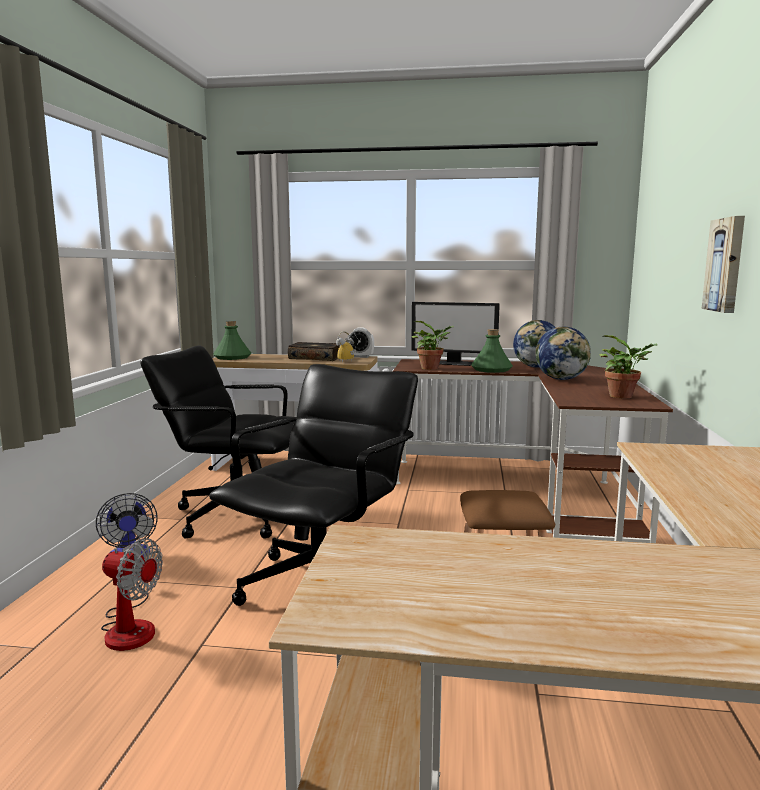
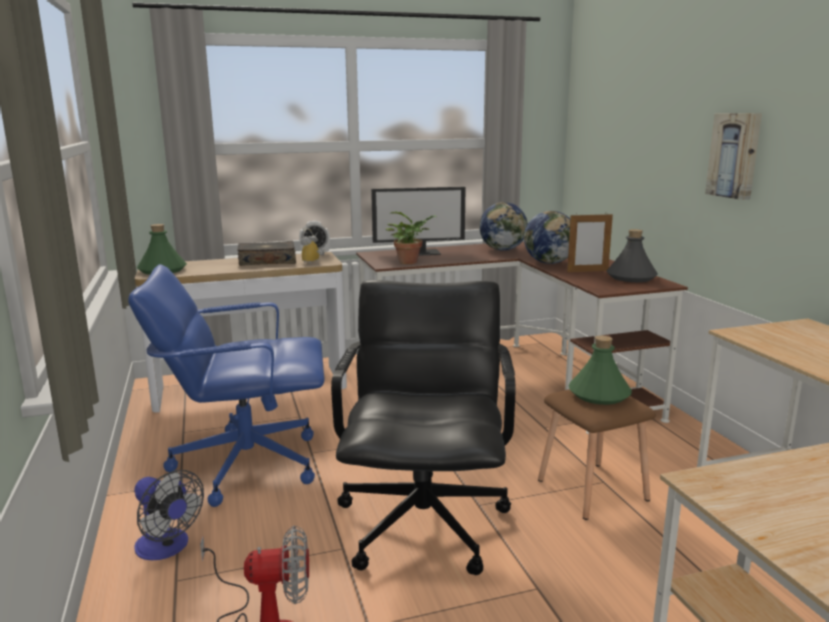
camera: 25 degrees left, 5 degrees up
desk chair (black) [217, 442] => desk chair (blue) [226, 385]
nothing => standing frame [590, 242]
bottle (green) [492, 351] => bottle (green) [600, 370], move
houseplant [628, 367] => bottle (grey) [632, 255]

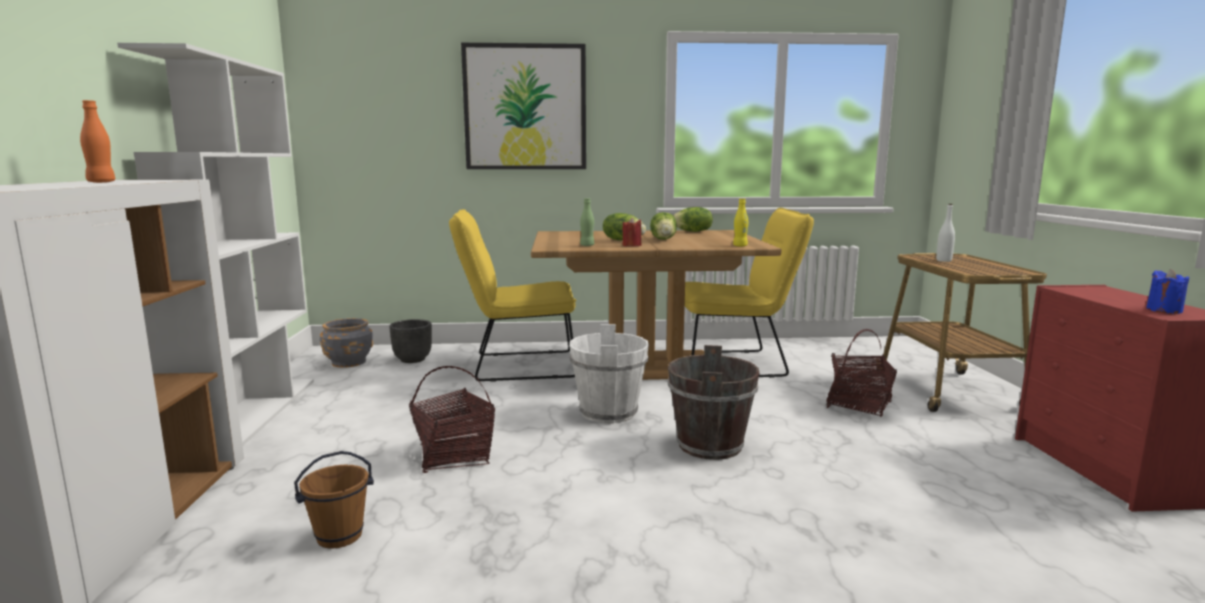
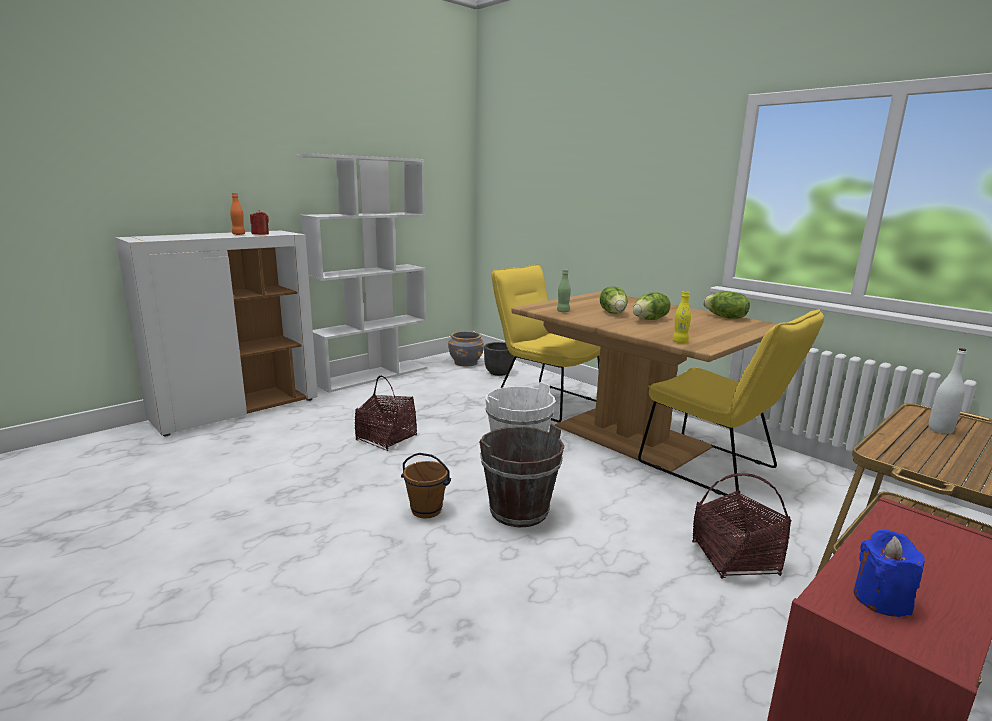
camera: 50 degrees right, 5 degrees up
candle (red-coloured) [631, 231] => candle (red-coloured) [259, 222], move
pail (brownish) [334, 500] => pail (brownish) [426, 485], move
wall art [523, 106] => nothing

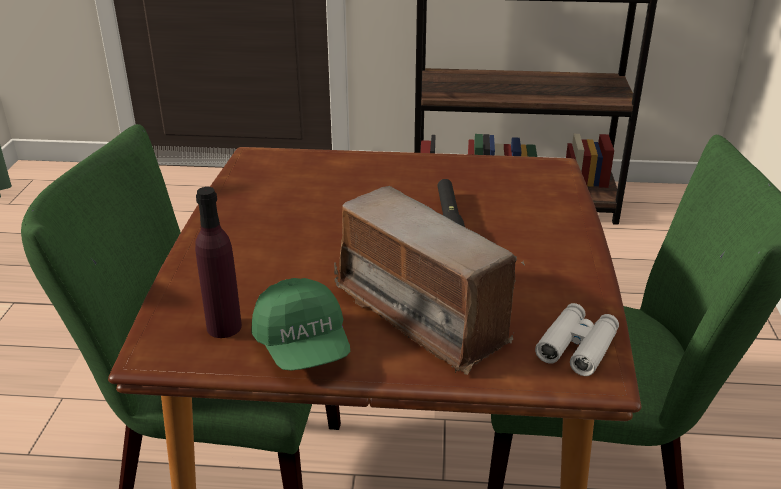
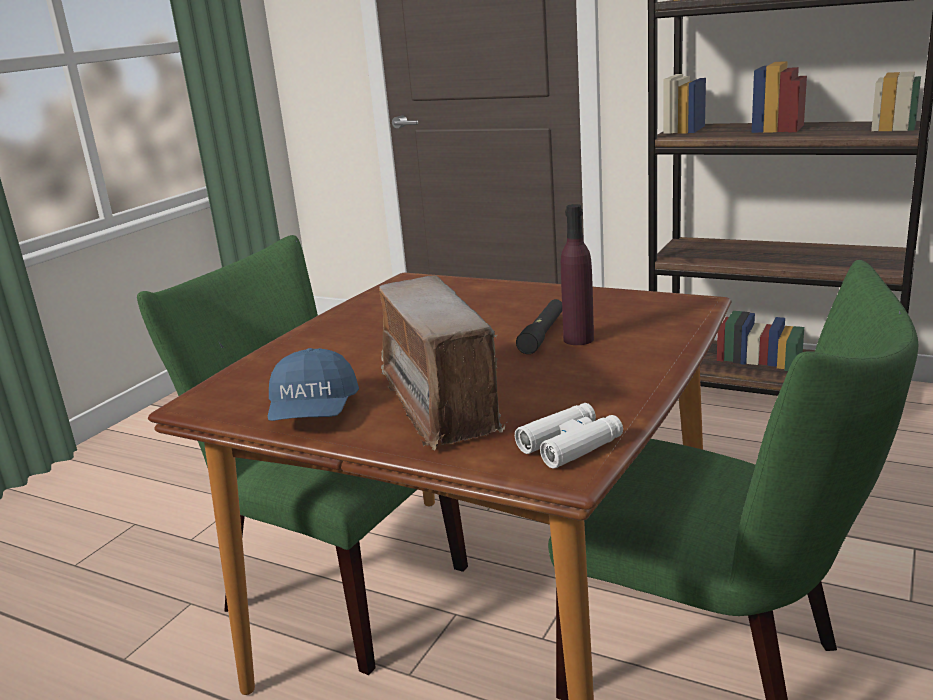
camera: 25 degrees right, 10 degrees down
baseball cap (green) [300, 324] => baseball cap (blue) [313, 384]
bottle (purple) [218, 262] => bottle (purple) [577, 274], move

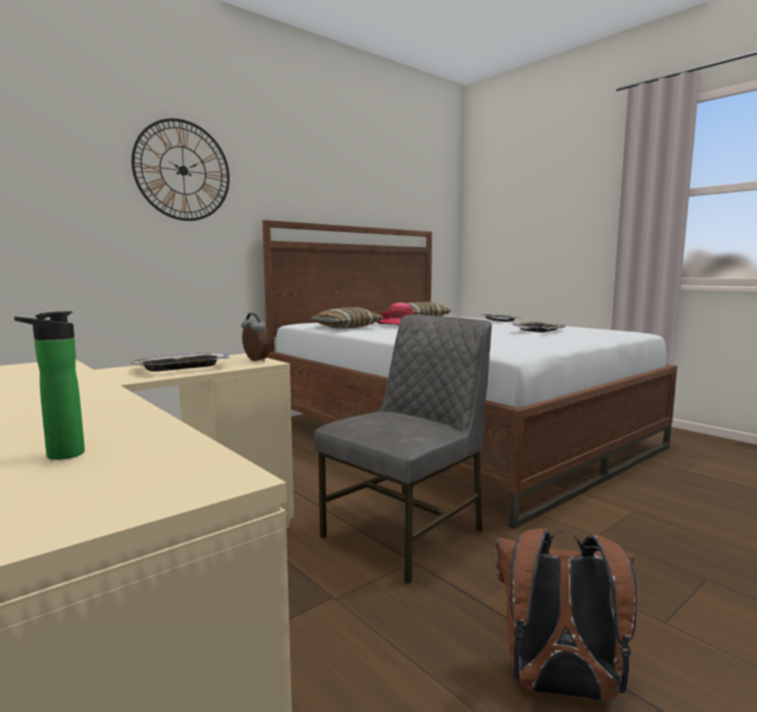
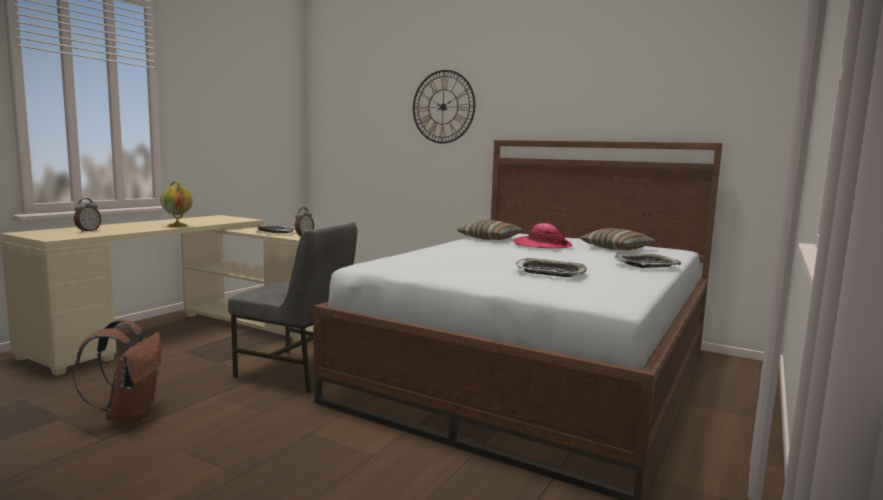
camera: 70 degrees right, 0 degrees up
bottle [49, 385] => alarm clock [87, 215]
nothing => globe [176, 204]

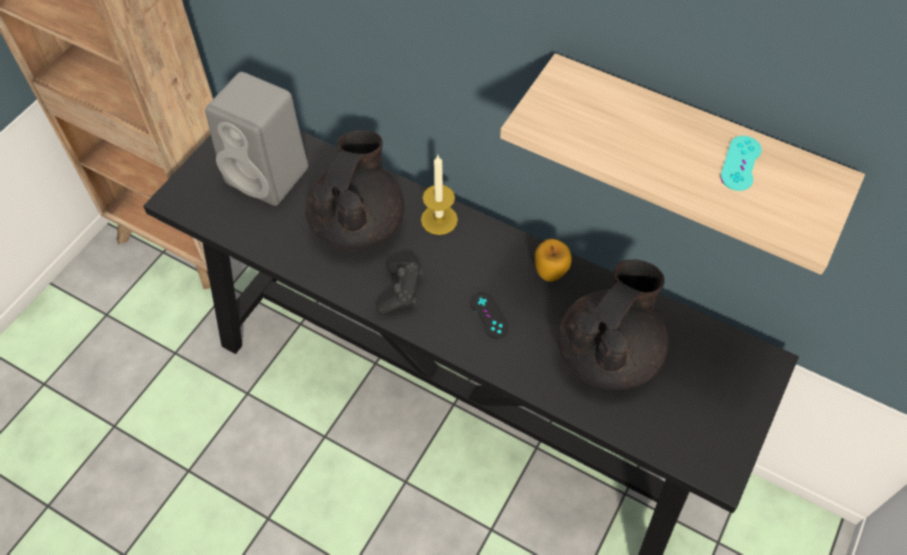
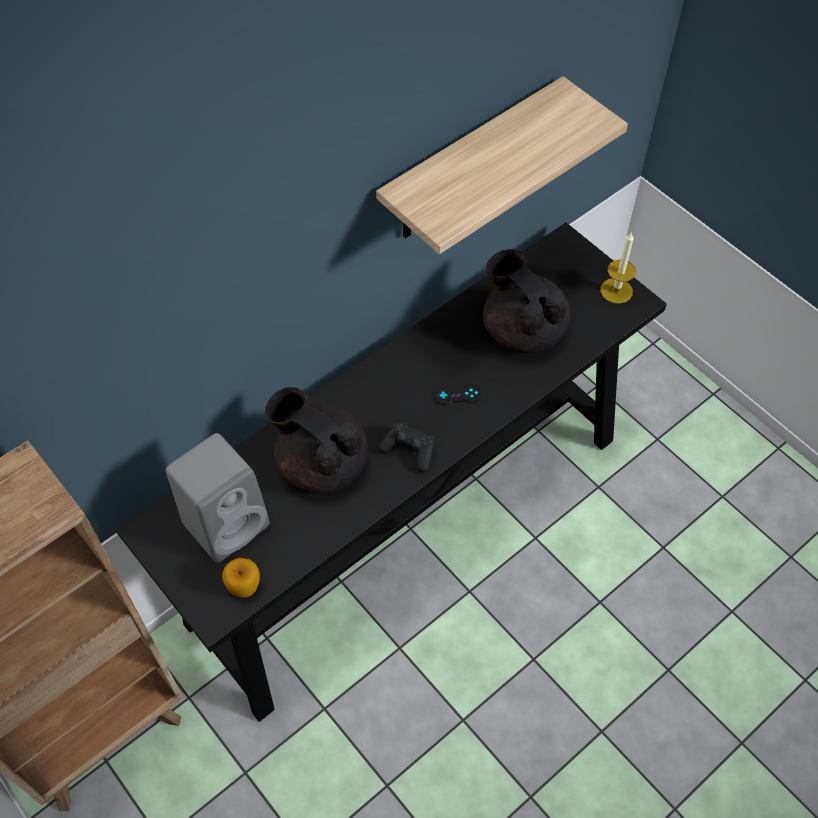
camera: 70 degrees left, 0 degrees up
whole apple [553, 260] => whole apple [241, 578], move
candle [439, 195] => candle [618, 268], move
joypad (turquoise-coloured) [741, 163] => nothing

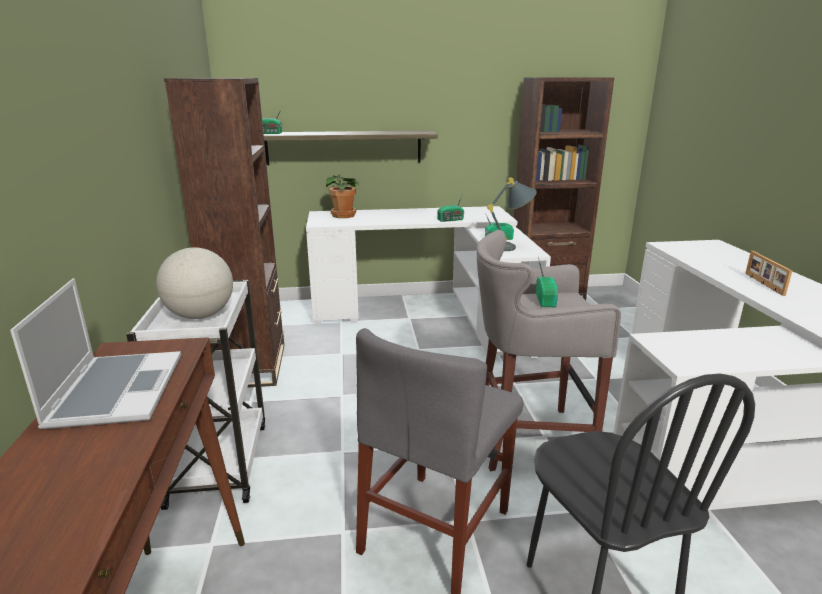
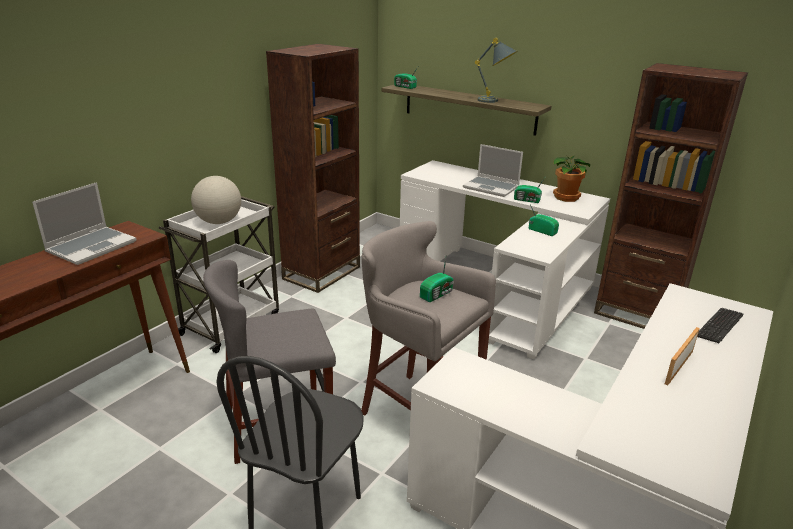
camera: 40 degrees right, 5 degrees up
nothing => notebook computer [493, 170]
table lamp (grey) [512, 214] => table lamp (grey) [496, 70], move
houseplant [342, 196] => houseplant [571, 179], move
nothing => PC keyboard [720, 325]

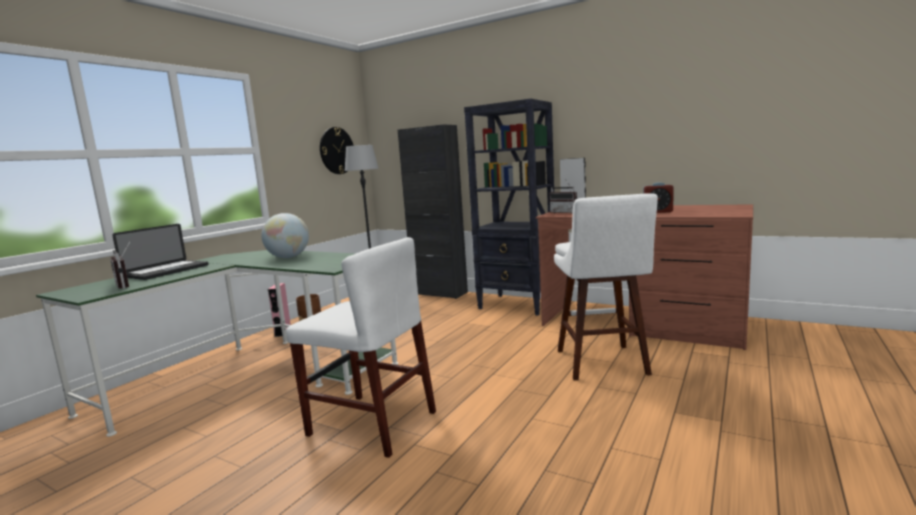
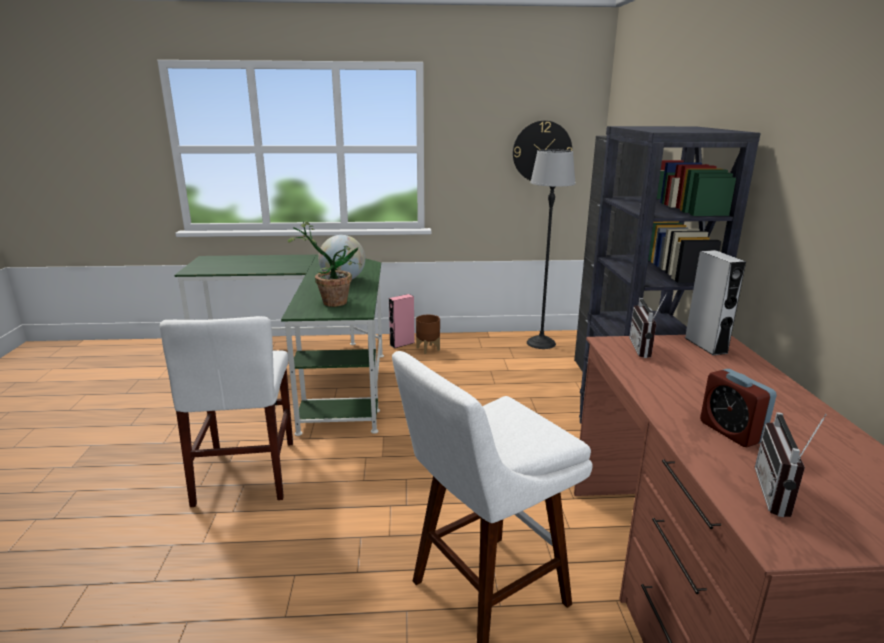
camera: 55 degrees right, 10 degrees up
nothing => houseplant [323, 264]
radio set [120, 264] => radio set [791, 464], move
notebook computer [160, 252] => nothing

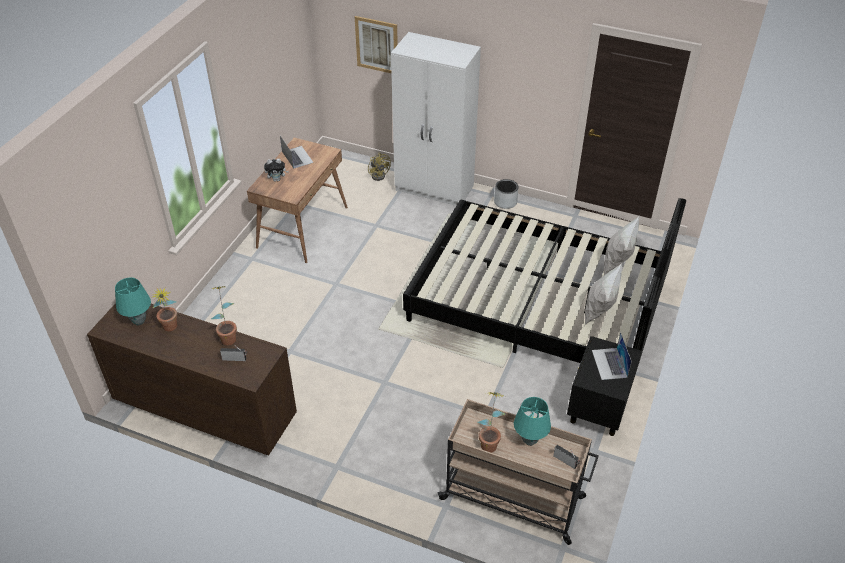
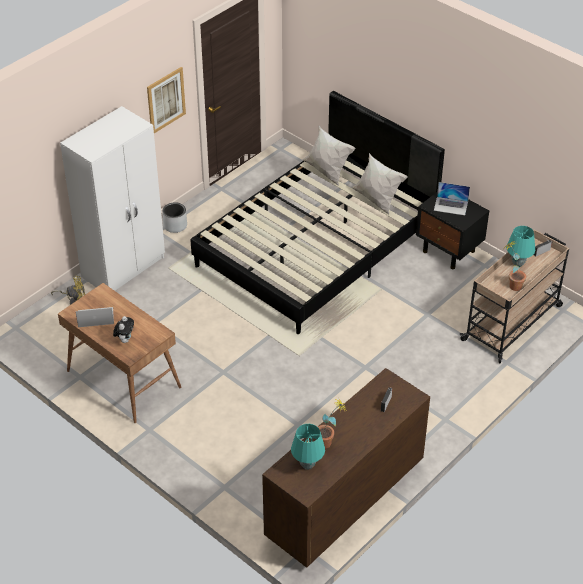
camera: 70 degrees left, 0 degrees up
wall art [376, 45] => wall art [166, 100], move
houseplant [224, 315] => nothing

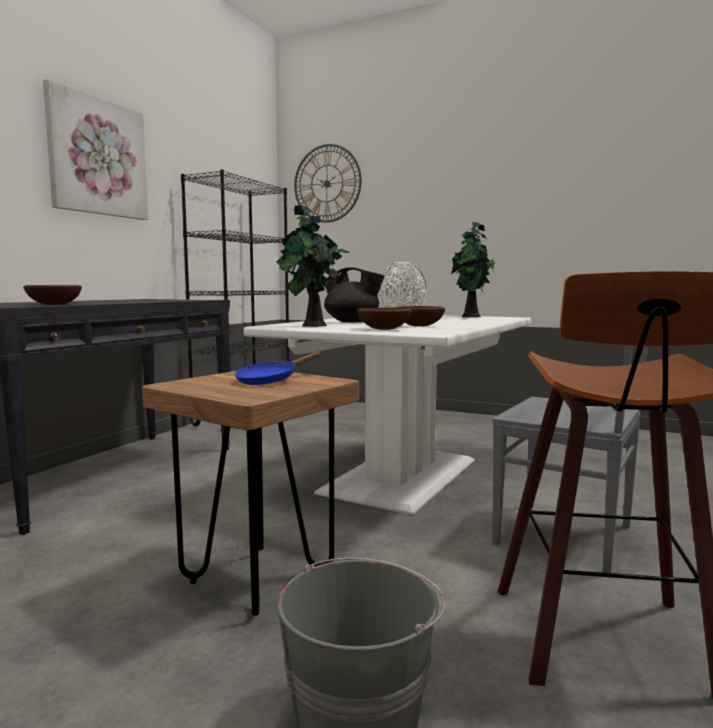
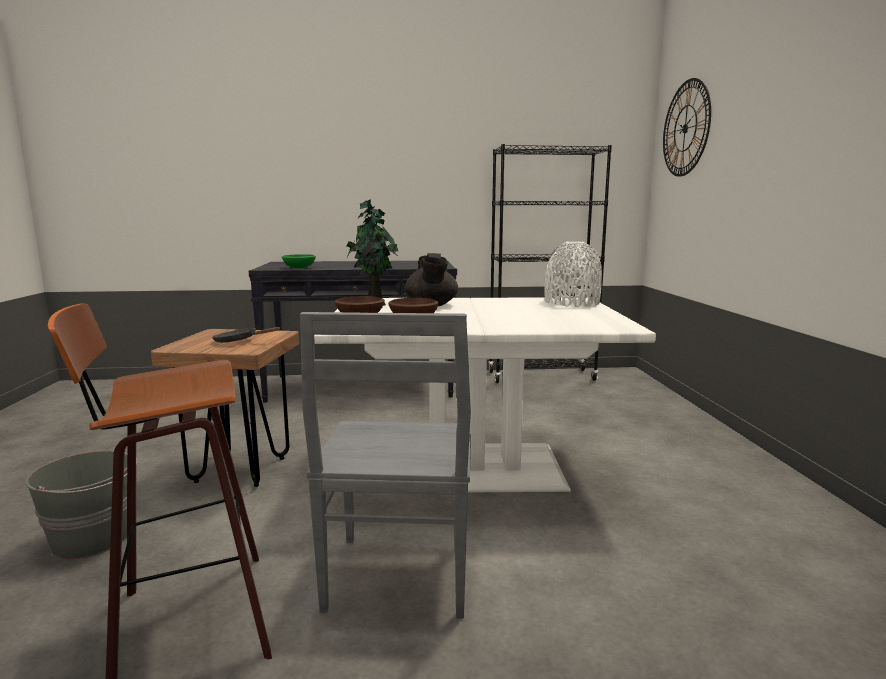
camera: 60 degrees right, 5 degrees up
pan (blue) [278, 368] => pan (black) [246, 335]
bowl (brownish) [52, 295] => bowl (green) [299, 261]
wall art [95, 149] => nothing
houseplant [473, 269] => nothing

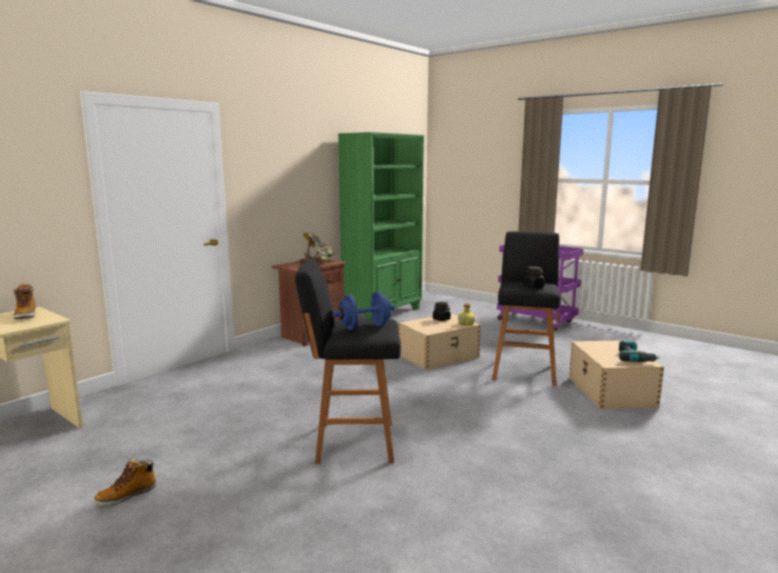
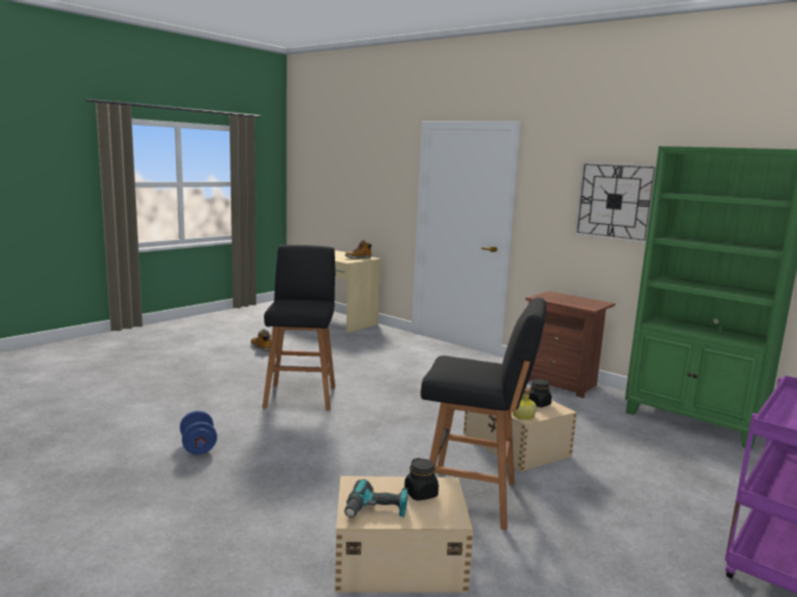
camera: 90 degrees right, 0 degrees up
dumbbell (blue) [364, 311] => dumbbell (blue) [198, 433], move
storage jar (black) [534, 277] => storage jar (black) [421, 479], move
nothing => wall clock [615, 202]
houseplant [316, 248] => nothing

